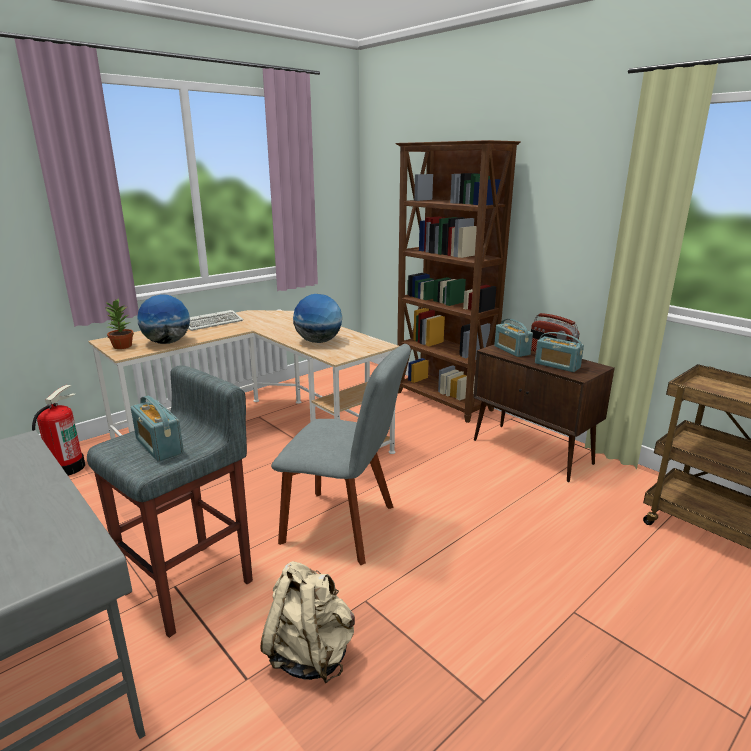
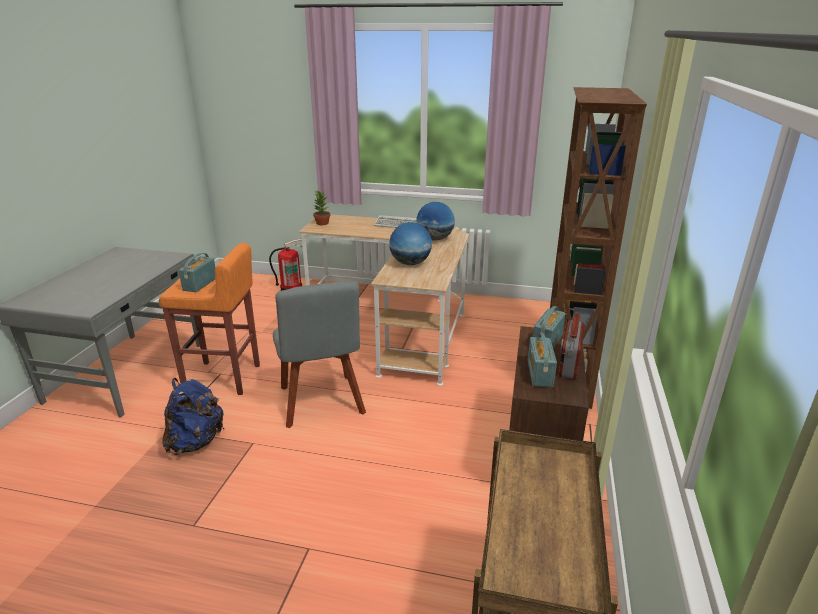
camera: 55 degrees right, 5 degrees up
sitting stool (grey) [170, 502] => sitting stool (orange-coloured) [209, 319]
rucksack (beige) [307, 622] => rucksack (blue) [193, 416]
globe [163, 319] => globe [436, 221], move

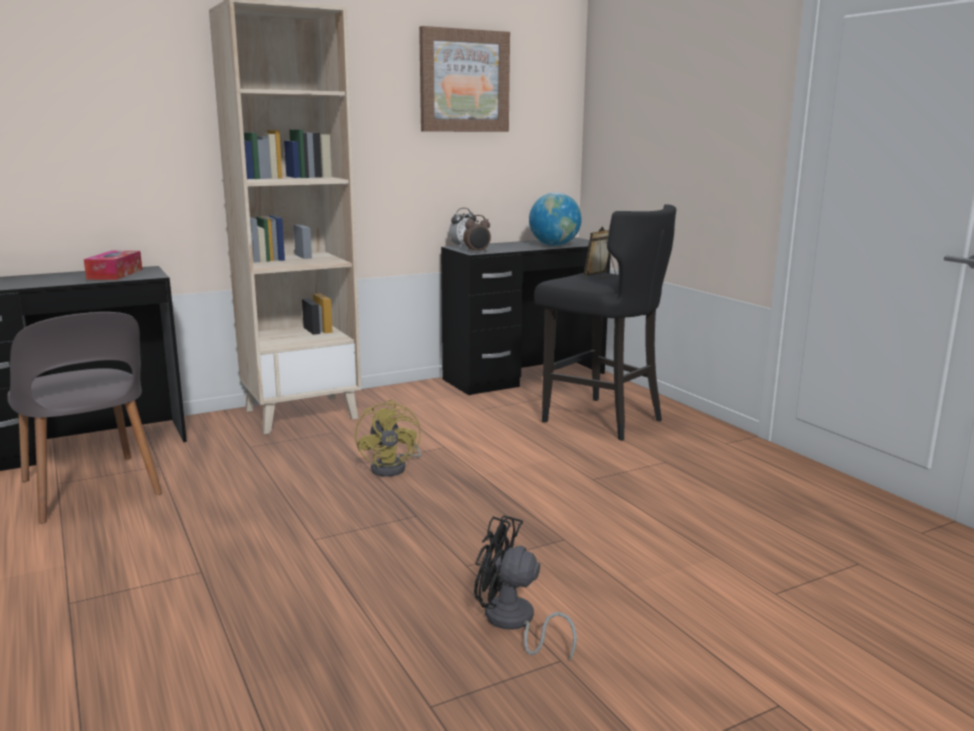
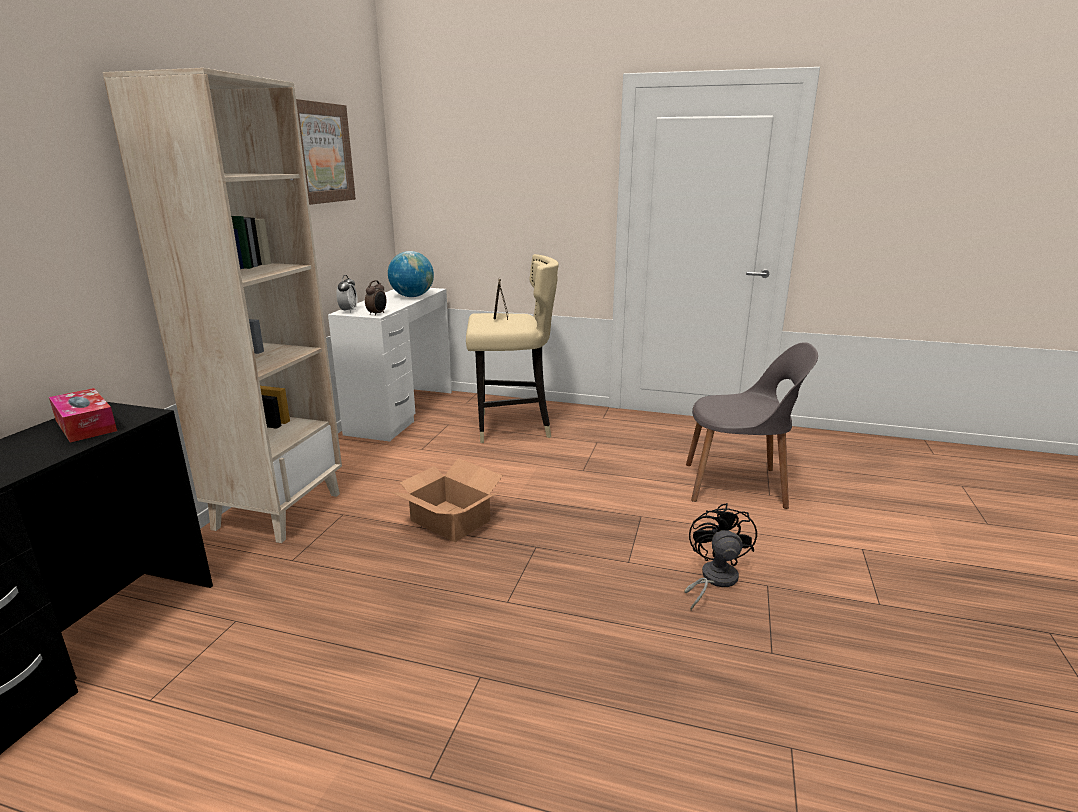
camera: 45 degrees left, 5 degrees up
desk (black) [525, 316] => desk (white) [390, 365]
electric fan (yellow) [388, 438] => cardboard box [447, 500]
sitting stool (black) [605, 322] => sitting stool (beige) [512, 348]
electric fan (black) [525, 588] => electric fan (black) [720, 556], 120 degrees clockwise
plain chair (grey) [84, 418] => plain chair (grey) [752, 425], move

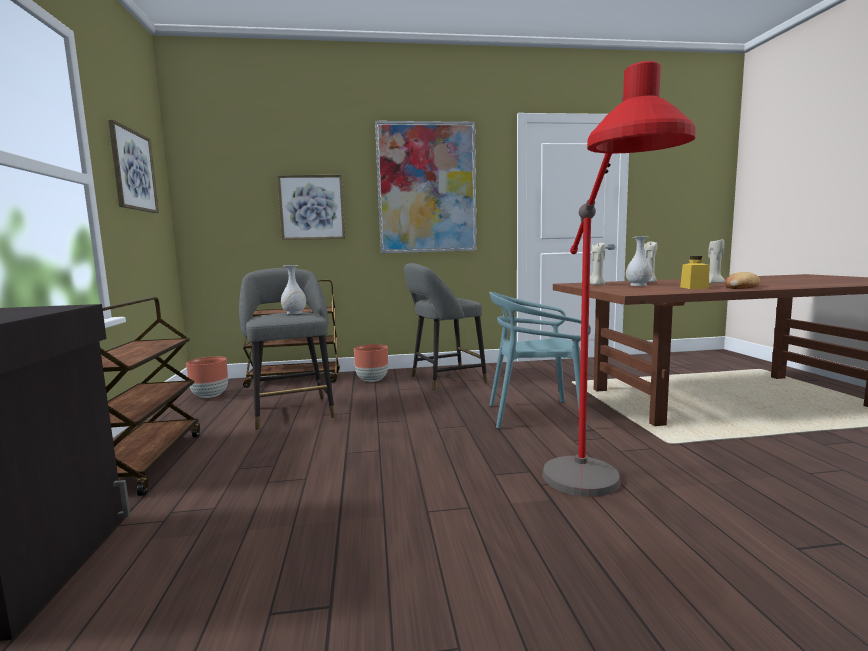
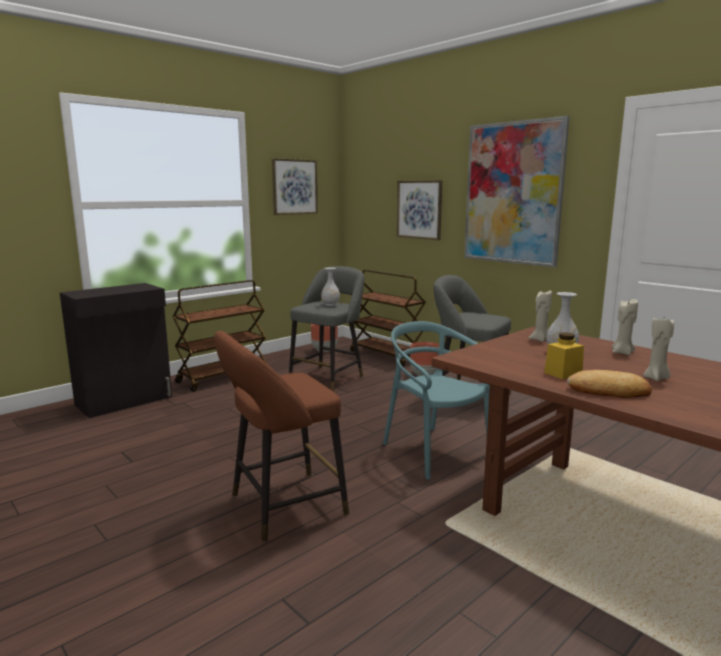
camera: 55 degrees right, 5 degrees up
standard lamp (red-coloured) [619, 279] => sitting stool (brownish) [281, 436]

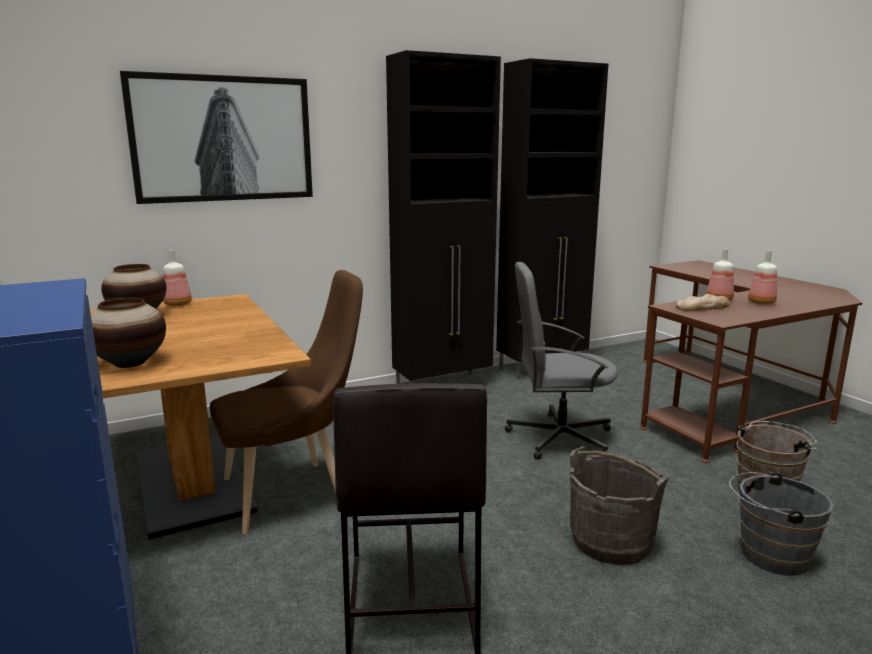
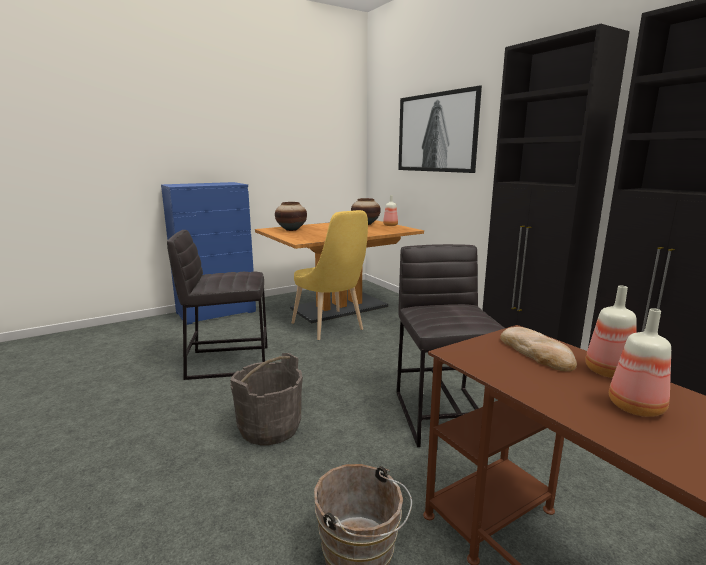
camera: 85 degrees right, 0 degrees up
plain chair (brownish) [286, 402] => plain chair (yellow) [330, 275]
desk chair (grey) [561, 361] => sitting stool (grey) [450, 345]
pail (grey) [781, 523] => nothing

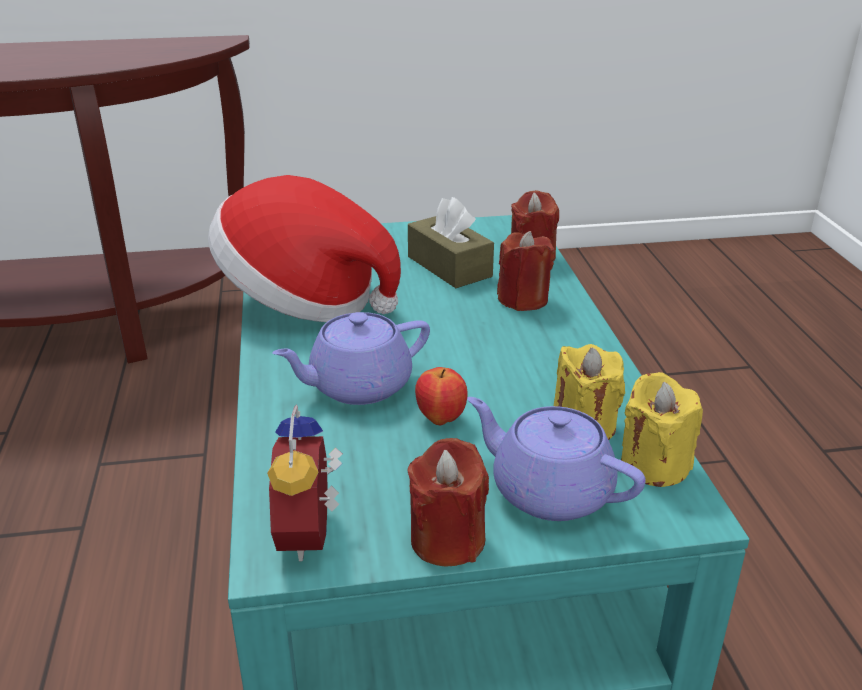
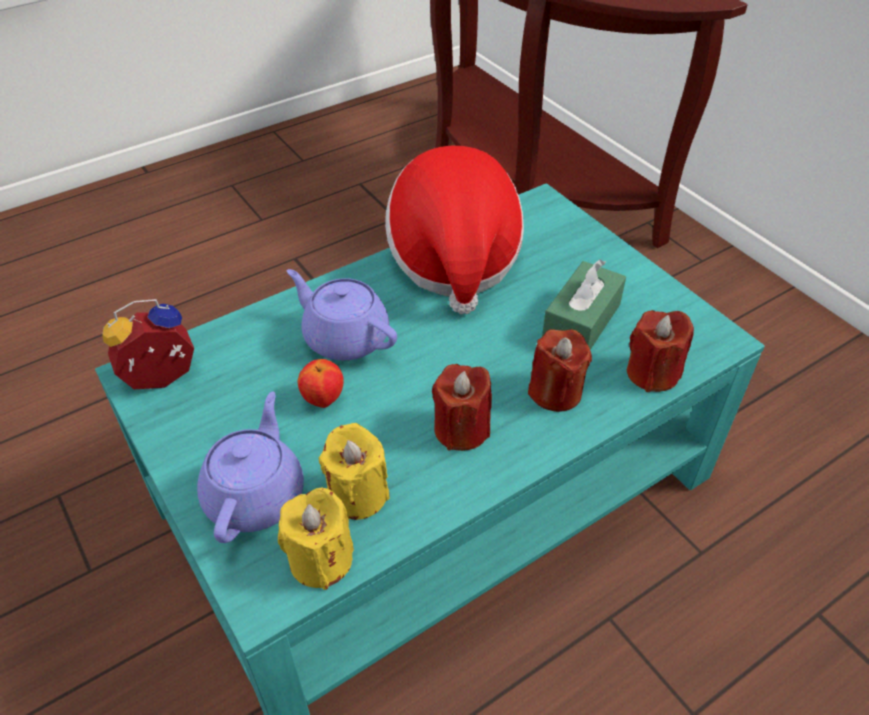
camera: 65 degrees right, 15 degrees up
candle (red-coloured) [448, 502] => candle (red-coloured) [462, 407], move
tissue box (brownish) [451, 242] => tissue box (green) [584, 304]

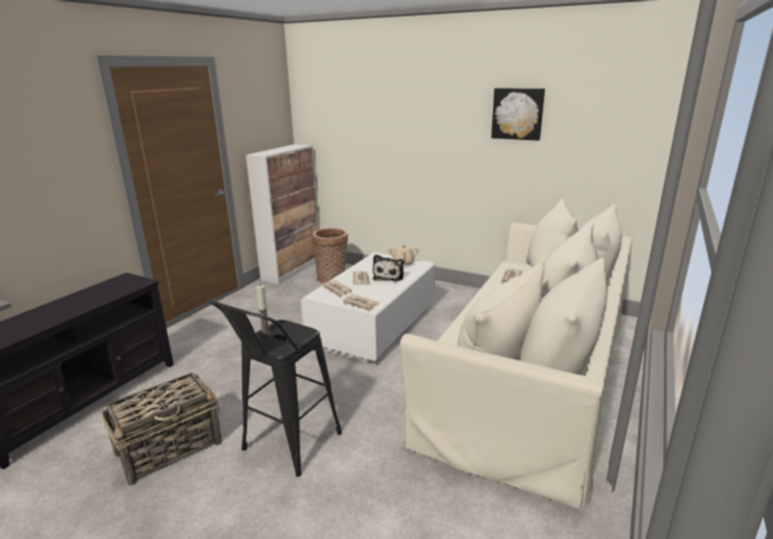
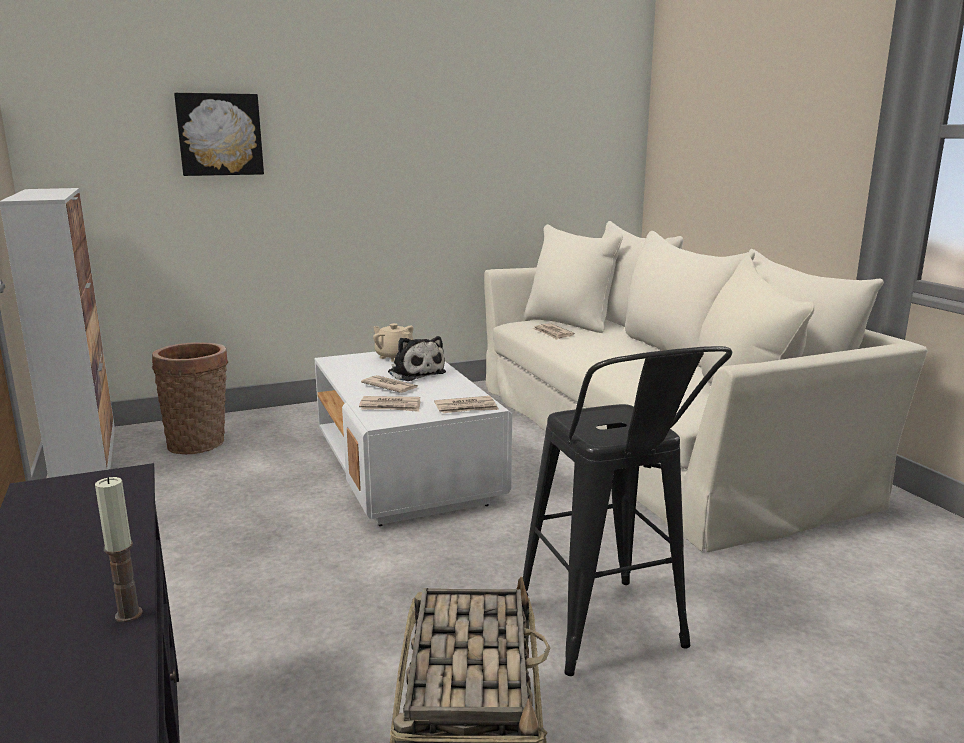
camera: 50 degrees left, 5 degrees down
candle [263, 309] => candle [119, 550], move
wall art [518, 114] => wall art [219, 134], move

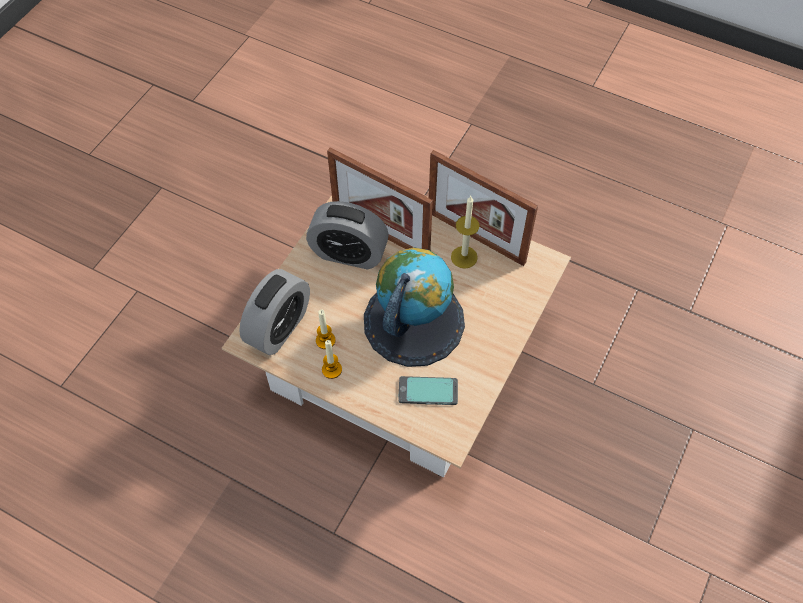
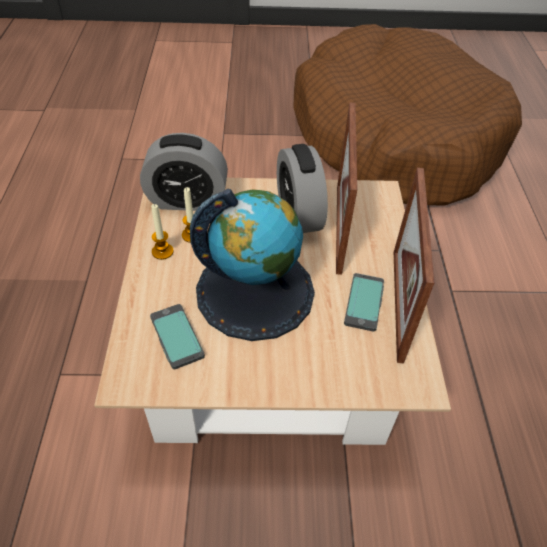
camera: 60 degrees right, 10 degrees down
nothing => dog cushion (brownish) [407, 115]
candle [465, 232] => phone [364, 302]

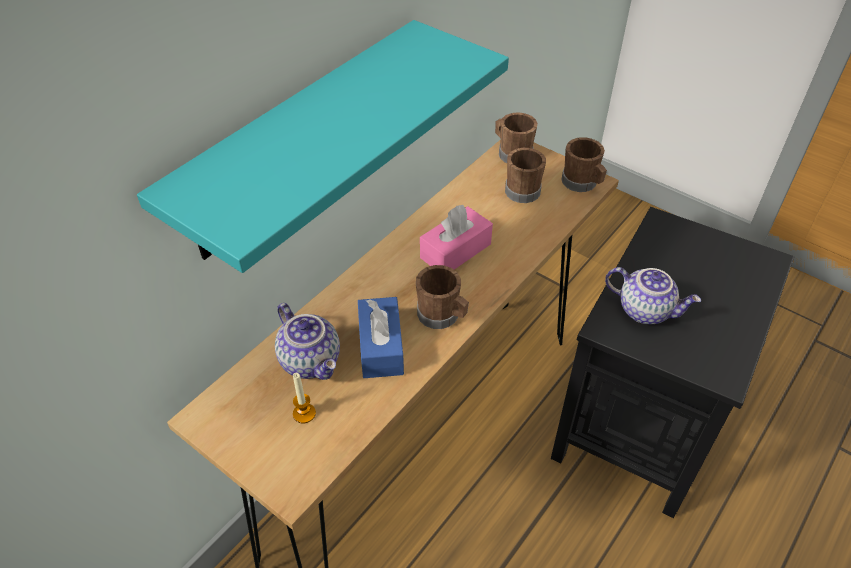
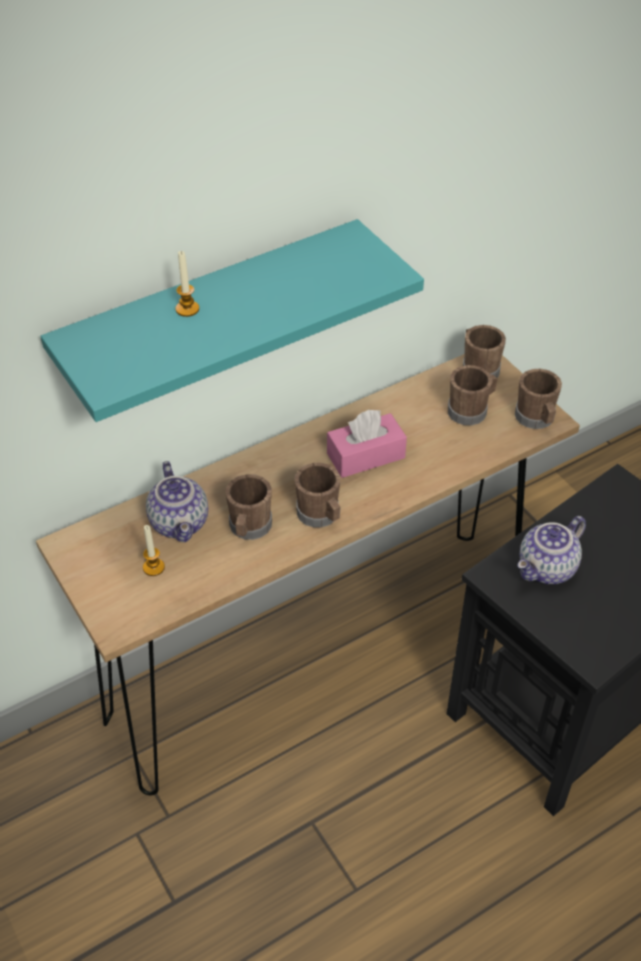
camera: 20 degrees right, 0 degrees up
nothing => candle [187, 284]
tissue box (blue) [381, 337] => mug (brownish) [248, 507]
tea pot [653, 295] => tea pot [551, 550], 90 degrees clockwise

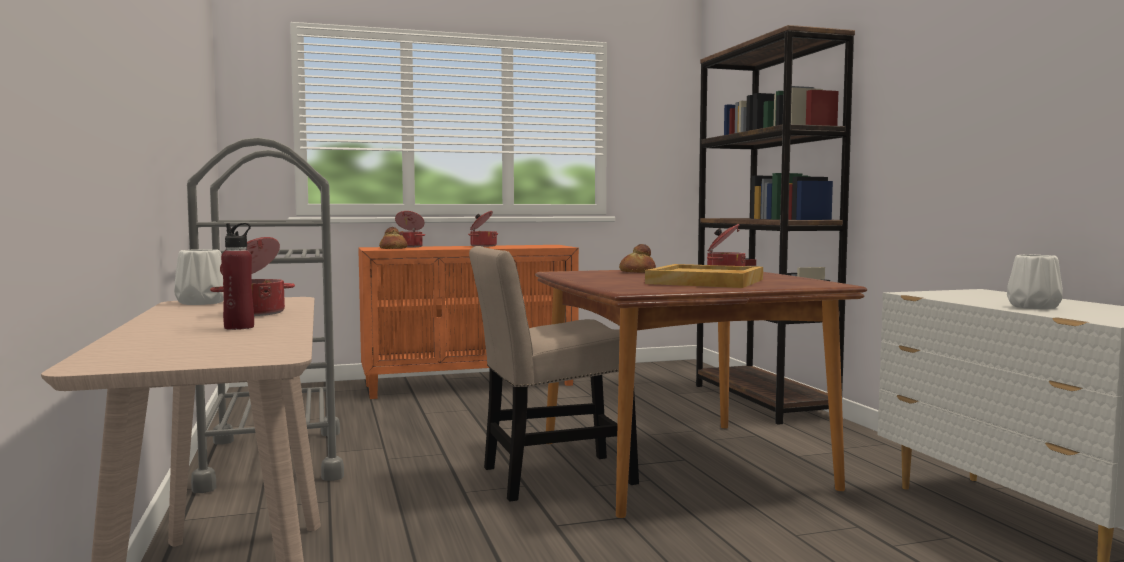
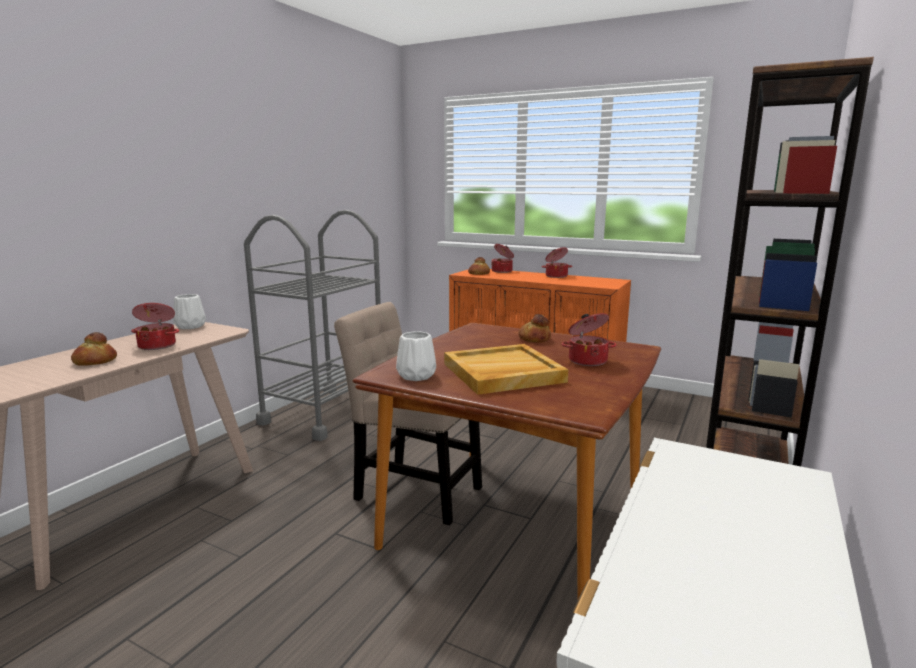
camera: 45 degrees right, 10 degrees up
bottle (red-coloured) [237, 276] => baked bread [94, 349]
decorative vase (white) [1035, 282] => decorative vase (white) [416, 356], move

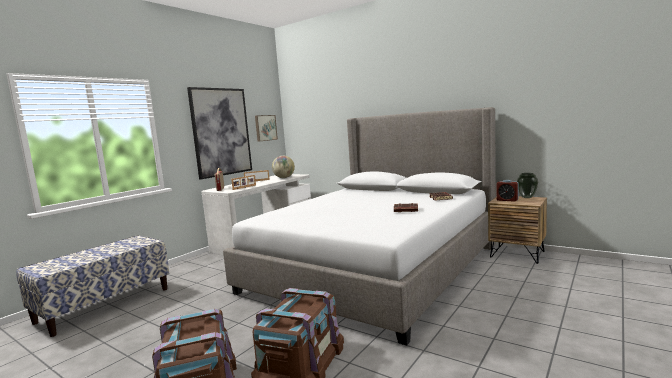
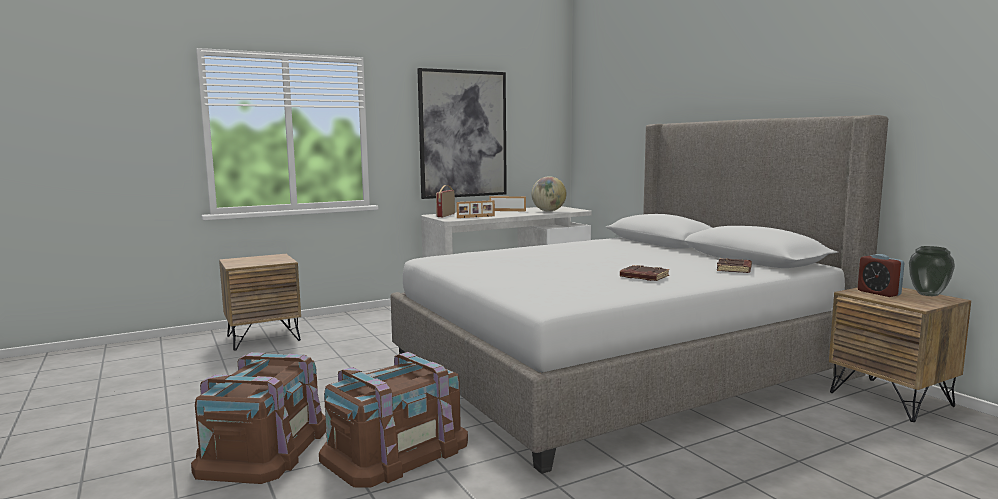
camera: 25 degrees right, 0 degrees up
long seat [92, 286] => night table (brownish) [260, 302]
wall art [266, 128] => nothing

